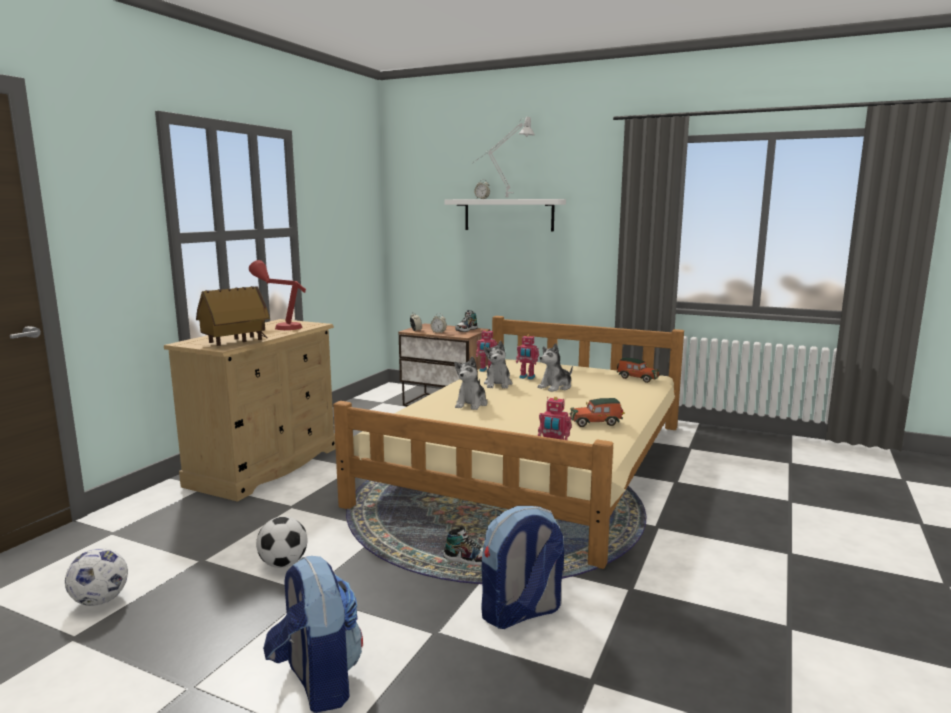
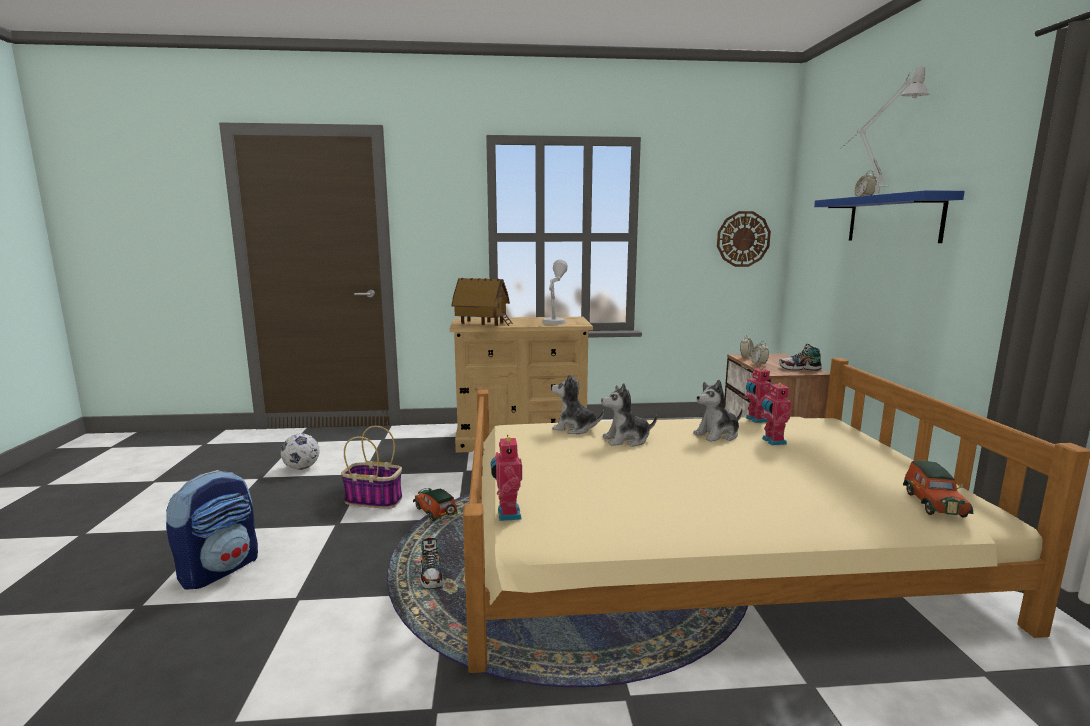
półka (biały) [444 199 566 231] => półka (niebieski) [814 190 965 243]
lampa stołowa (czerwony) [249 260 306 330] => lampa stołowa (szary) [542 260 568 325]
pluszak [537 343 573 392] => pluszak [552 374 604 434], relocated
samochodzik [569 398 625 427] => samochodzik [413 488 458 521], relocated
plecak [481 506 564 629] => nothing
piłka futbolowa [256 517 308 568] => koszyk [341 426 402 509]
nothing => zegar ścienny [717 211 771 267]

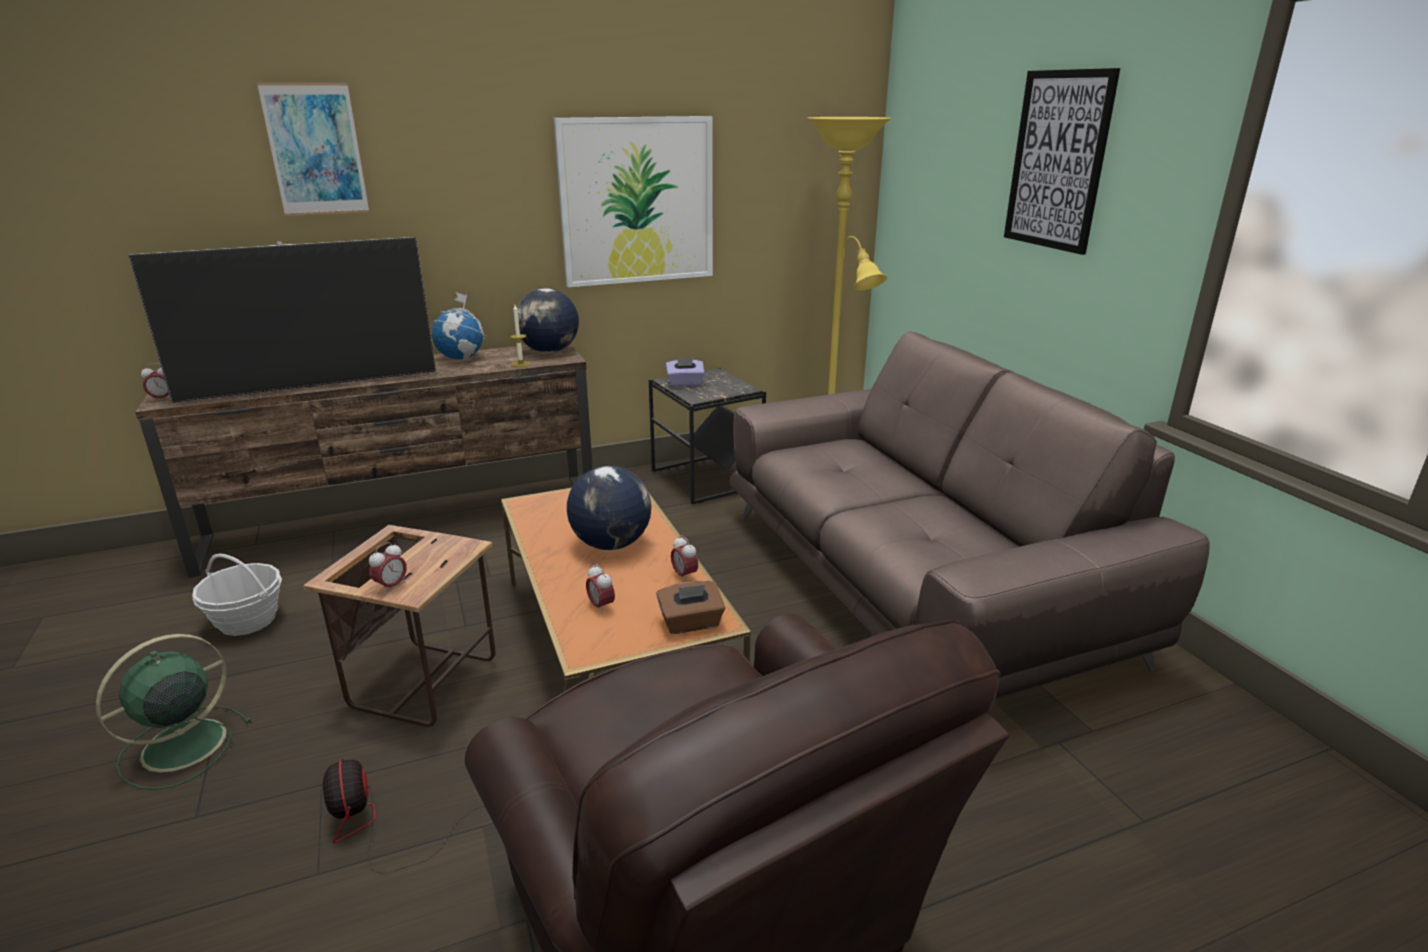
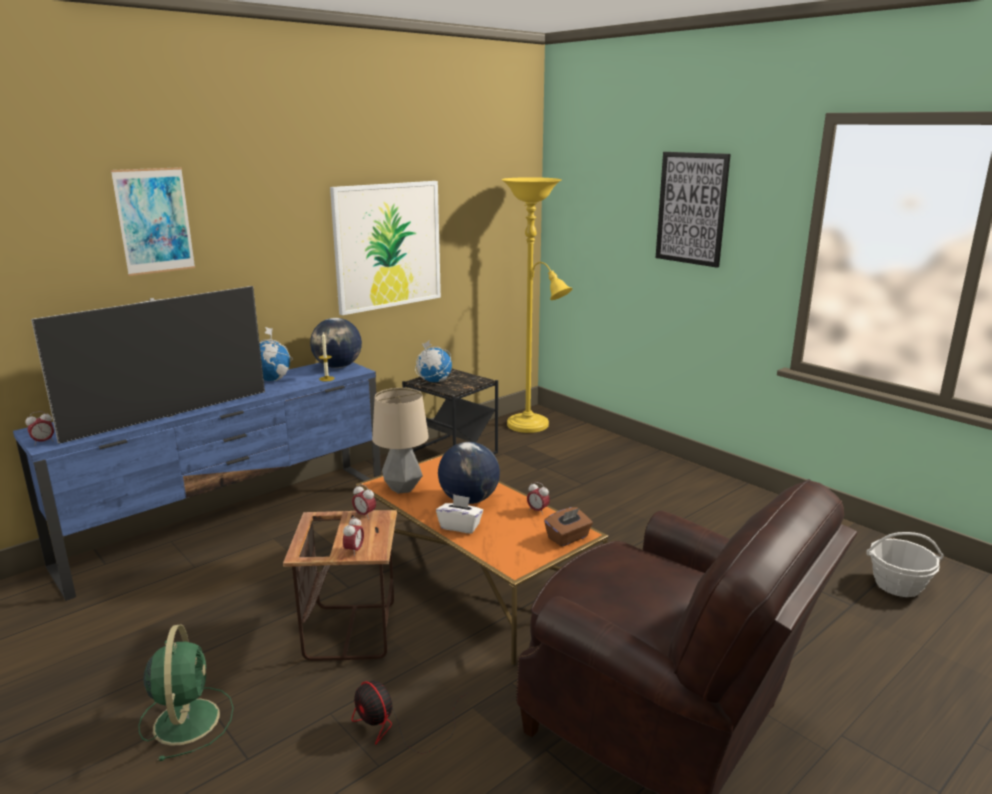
kanapa (brązowy) [729 331 1210 699] => nothing
szafka pod telewizor (brązowy) [135 344 593 578] => szafka pod telewizor (niebieski) [13 362 381 601]
pudełko chusteczek (fioletowy) [666 357 705 387] => globus [415 340 452 382]
koszyk [192 554 282 636] => koszyk [866 532 944 597], relocated
budzik [586 564 615 614] => budzik [352 484 376 519], relocated
wentylator (zielony) [96 634 252 790] => wentylator (zielony) [138 624 234 761], 150 degrees clockwise
nothing => lampa stołowa [372 388 429 494]
nothing => pudełko chusteczek (biały) [436 494 483 534]

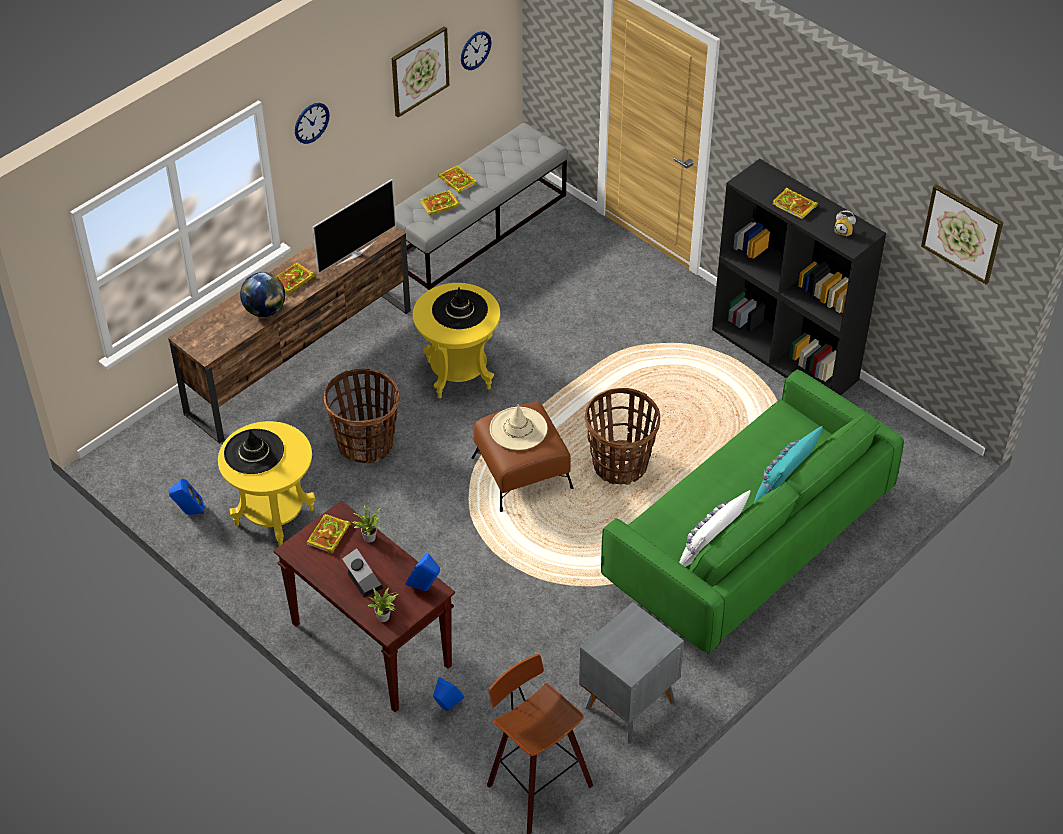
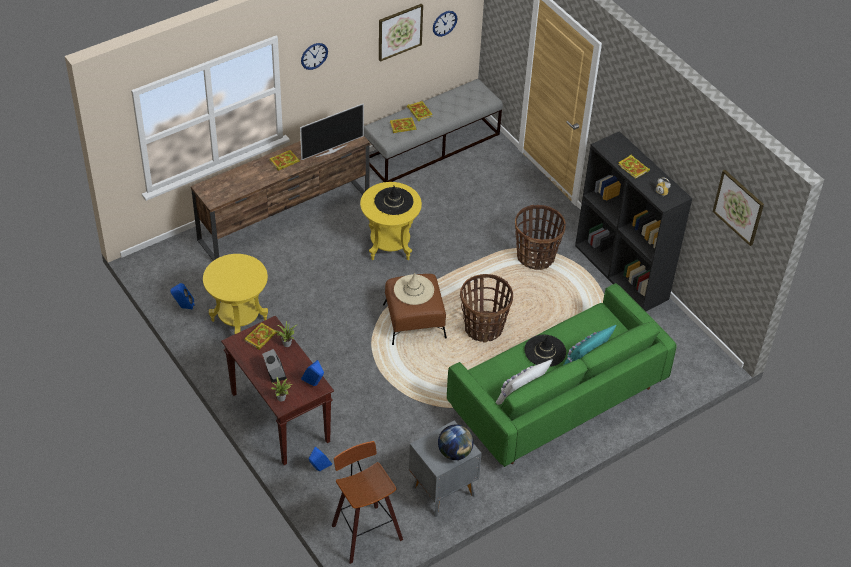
globus [240 272 285 317] => globus [438 424 473 460], relocated
koszyk [324 369 399 464] => koszyk [515 205 566 270], relocated
kapelusz (czarny) [224 429 284 474] => kapelusz (czarny) [525 334 566 367], relocated

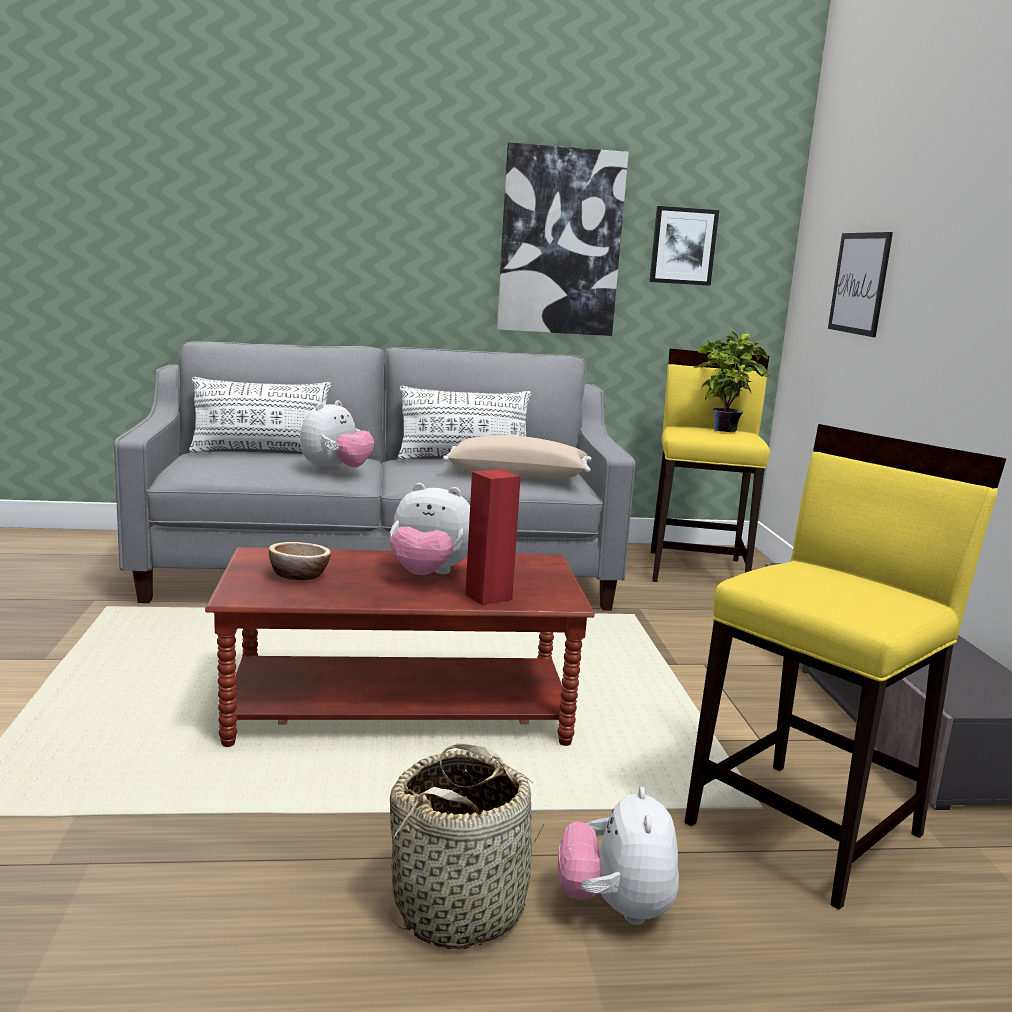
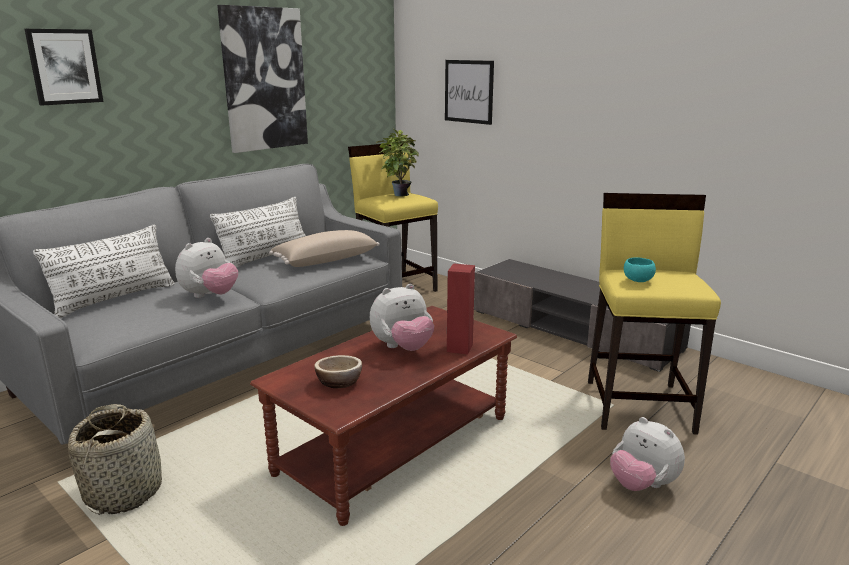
obraz [649 206 719 286] => obraz [25 29 104 106], relocated
pluszak [300 400 374 472] => pluszak [175 238 238 298], 45 degrees clockwise
koszyk [385 743 546 950] => koszyk [68 404 162 515], relocated
nothing => miska (turkusowy) [624 257 656 282]

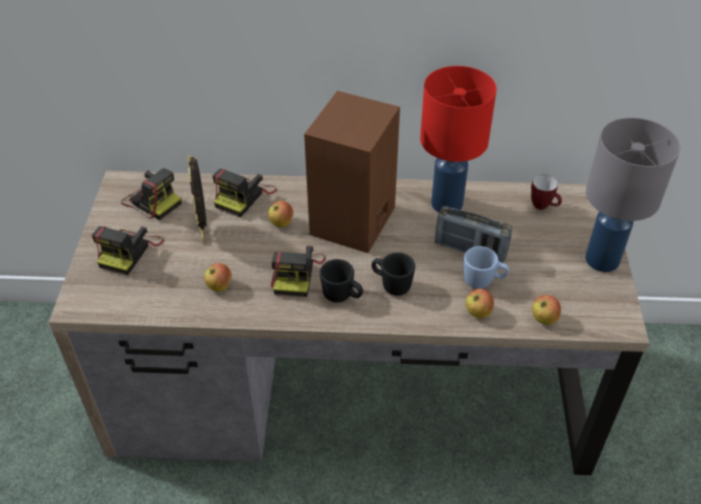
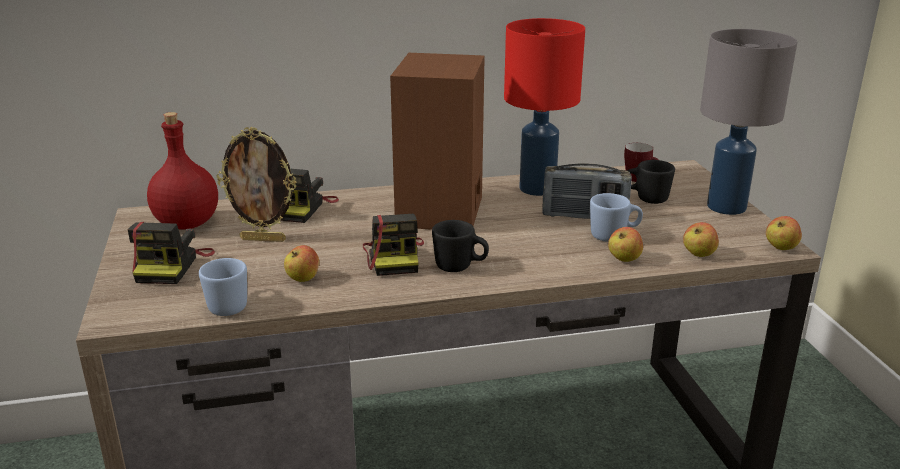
ramka na zdjęcie [187 155 207 244] => ramka na zdjęcie [217 127 296 242], 60 degrees counterclockwise
aparat fotograficzny [121 168 181 220] => butelka (czerwony) [147 112 218 230]
jabłko [268 201 294 227] => jabłko [766 216 802 250], relocated
kubek (czarny) [372 252 415 296] => kubek (czarny) [627 160 675 204], relocated
nothing => kubek (niebieski) [199 258 247 316]

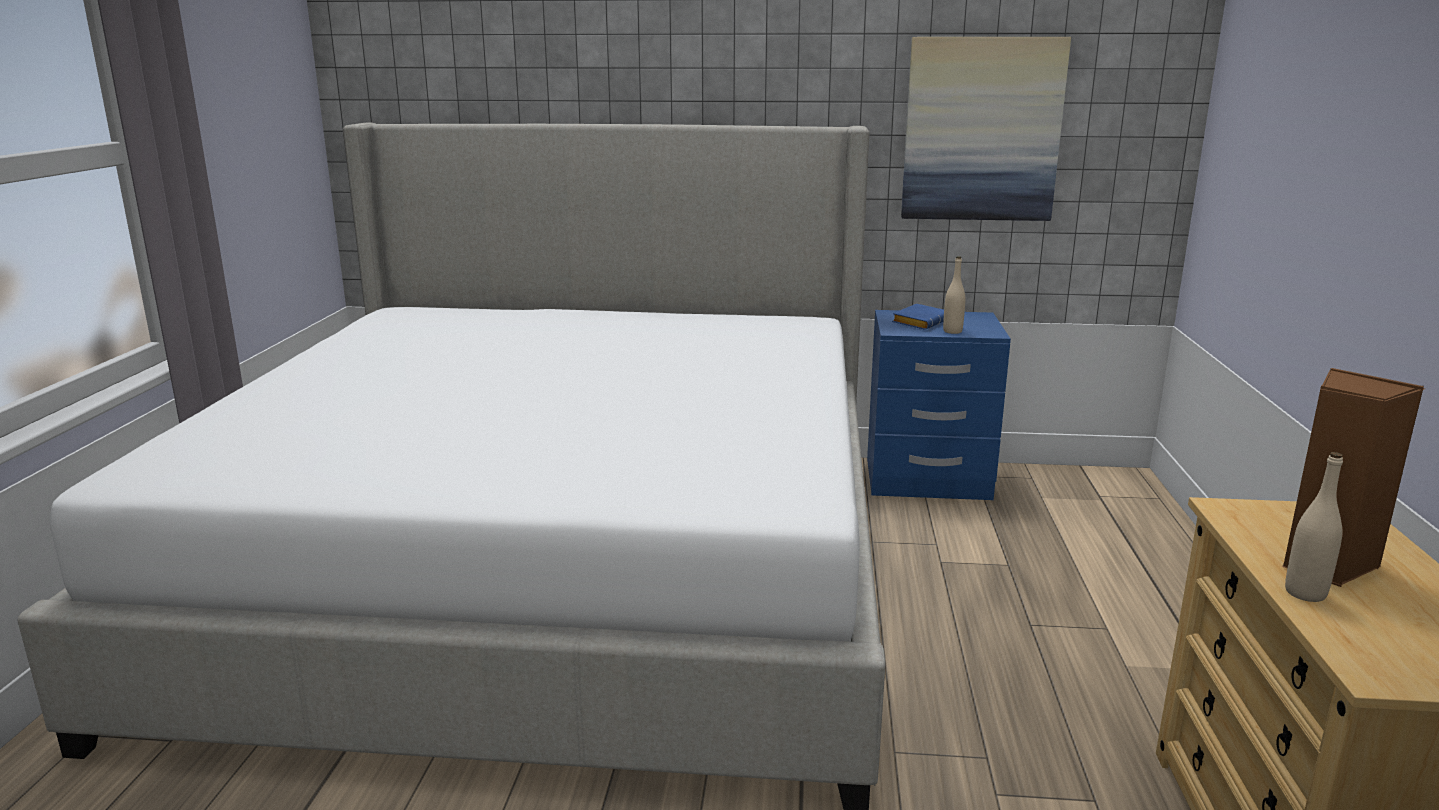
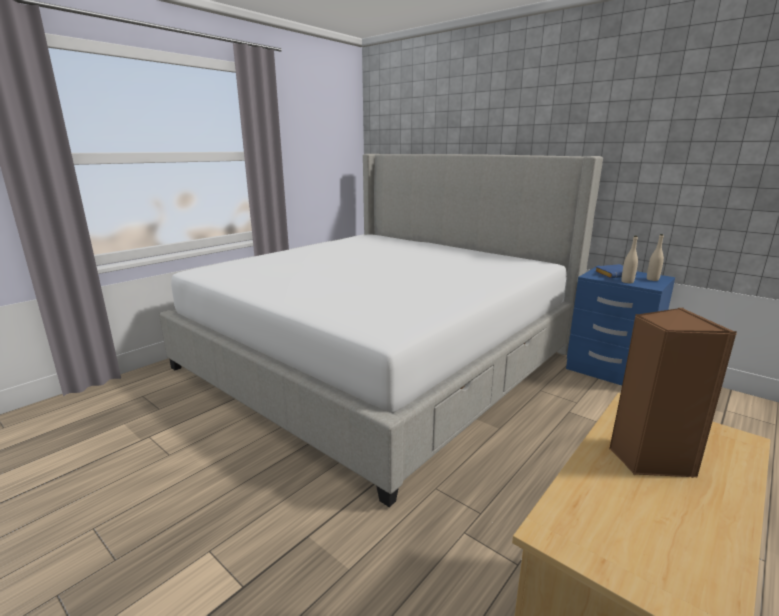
obraz [901 37 1071 221] => nothing
butelka (beżowy) [1285 452 1343 602] => butelka (beżowy) [647 234 664 281], relocated

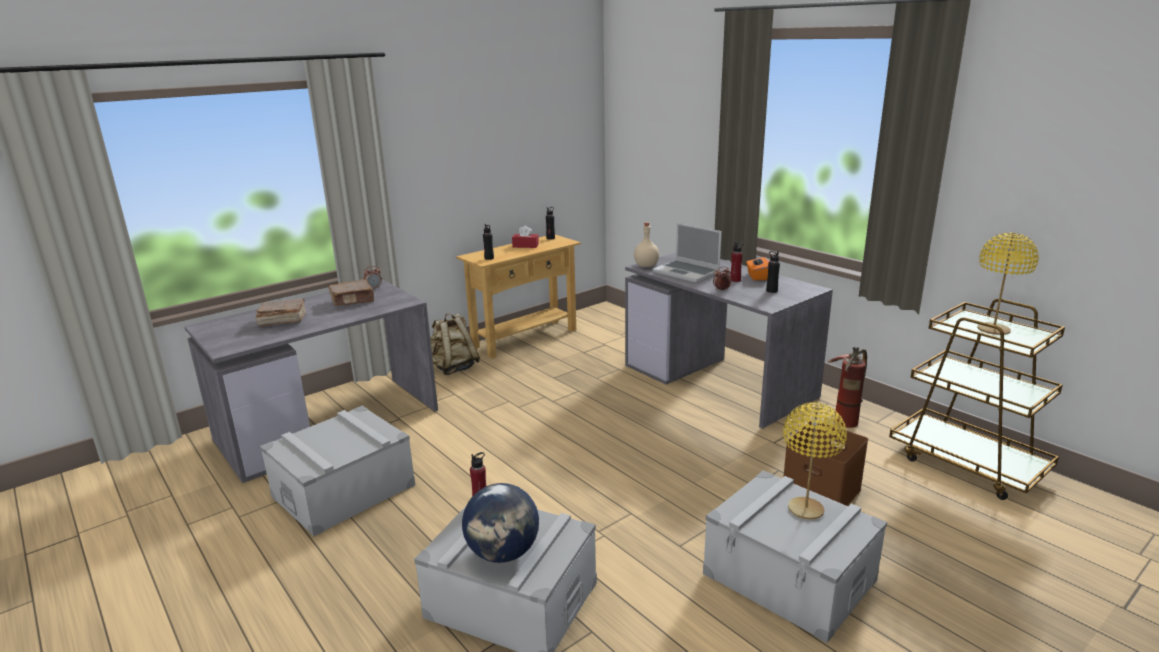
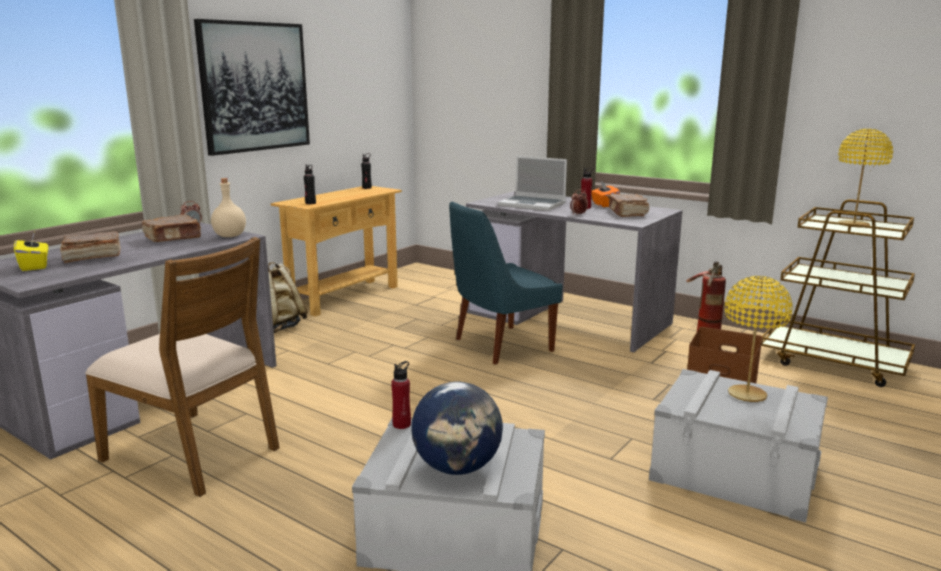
butelka (beżowy) [634 222 659 267] => butelka (beżowy) [211 178 246 237], relocated
pudełko chusteczek (czerwony) [512 225 539 248] => nothing
butelka (czarny) [766 251 780 293] => książka (brązowy) [608 194 650 217]
pojemnik do przechowywania (szary) [260 406 415 536] => krzesło (brązowy) [85 237 280 497]
nothing => obraz [194 19 310 156]
nothing => krzesło (niebieski) [449 201 562 365]
nothing => pudełko chusteczek (żółty) [14 232 48 271]

